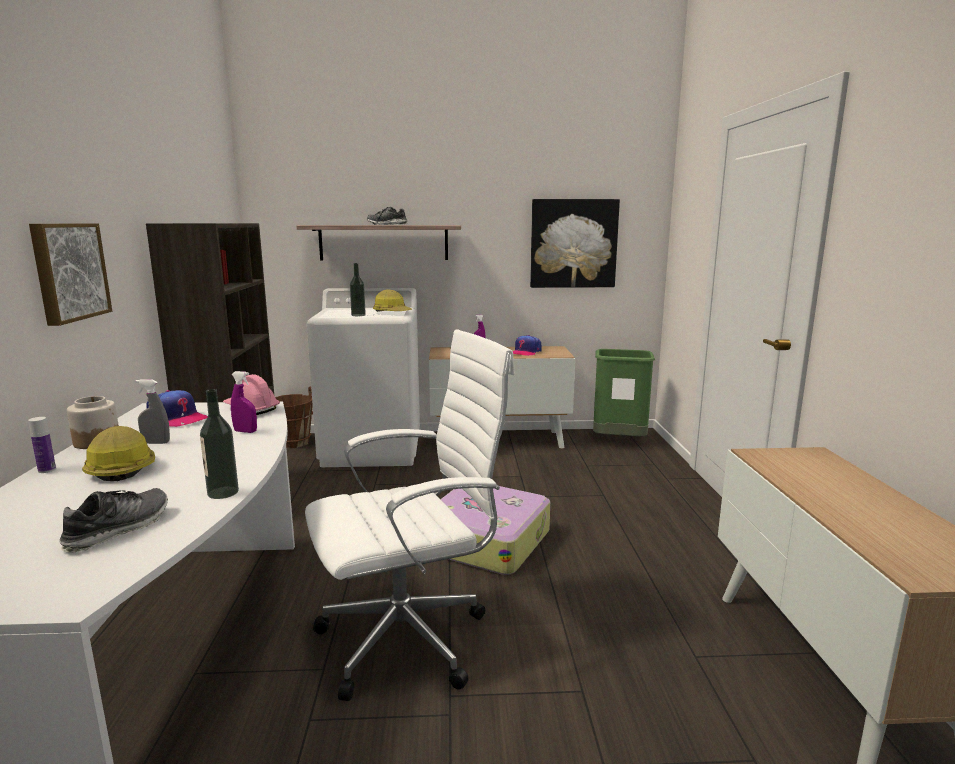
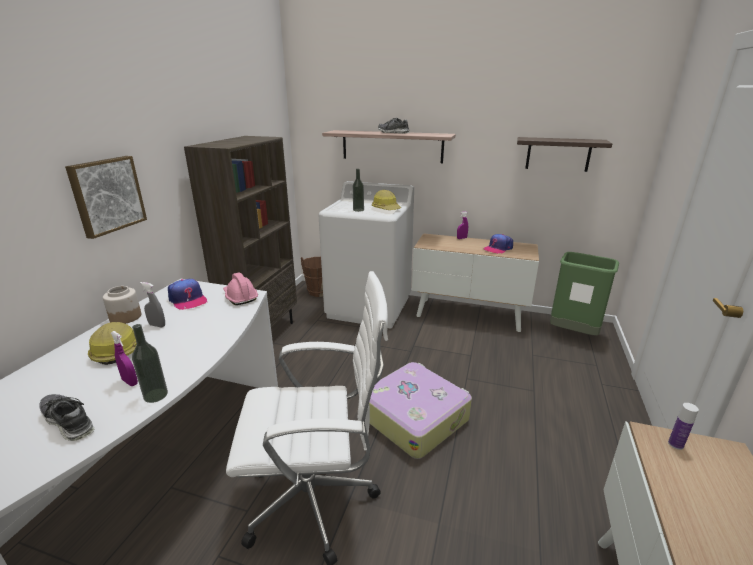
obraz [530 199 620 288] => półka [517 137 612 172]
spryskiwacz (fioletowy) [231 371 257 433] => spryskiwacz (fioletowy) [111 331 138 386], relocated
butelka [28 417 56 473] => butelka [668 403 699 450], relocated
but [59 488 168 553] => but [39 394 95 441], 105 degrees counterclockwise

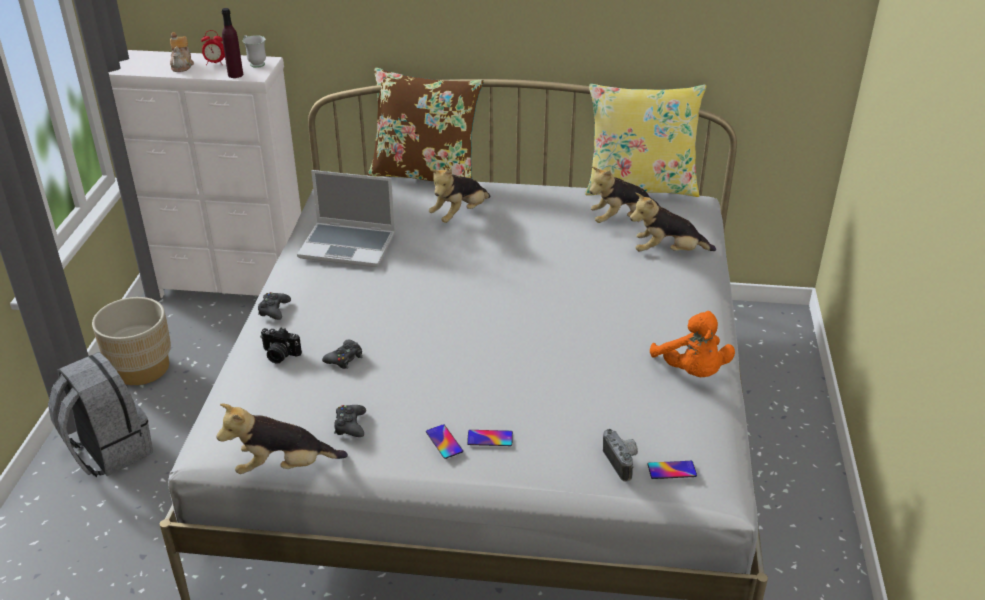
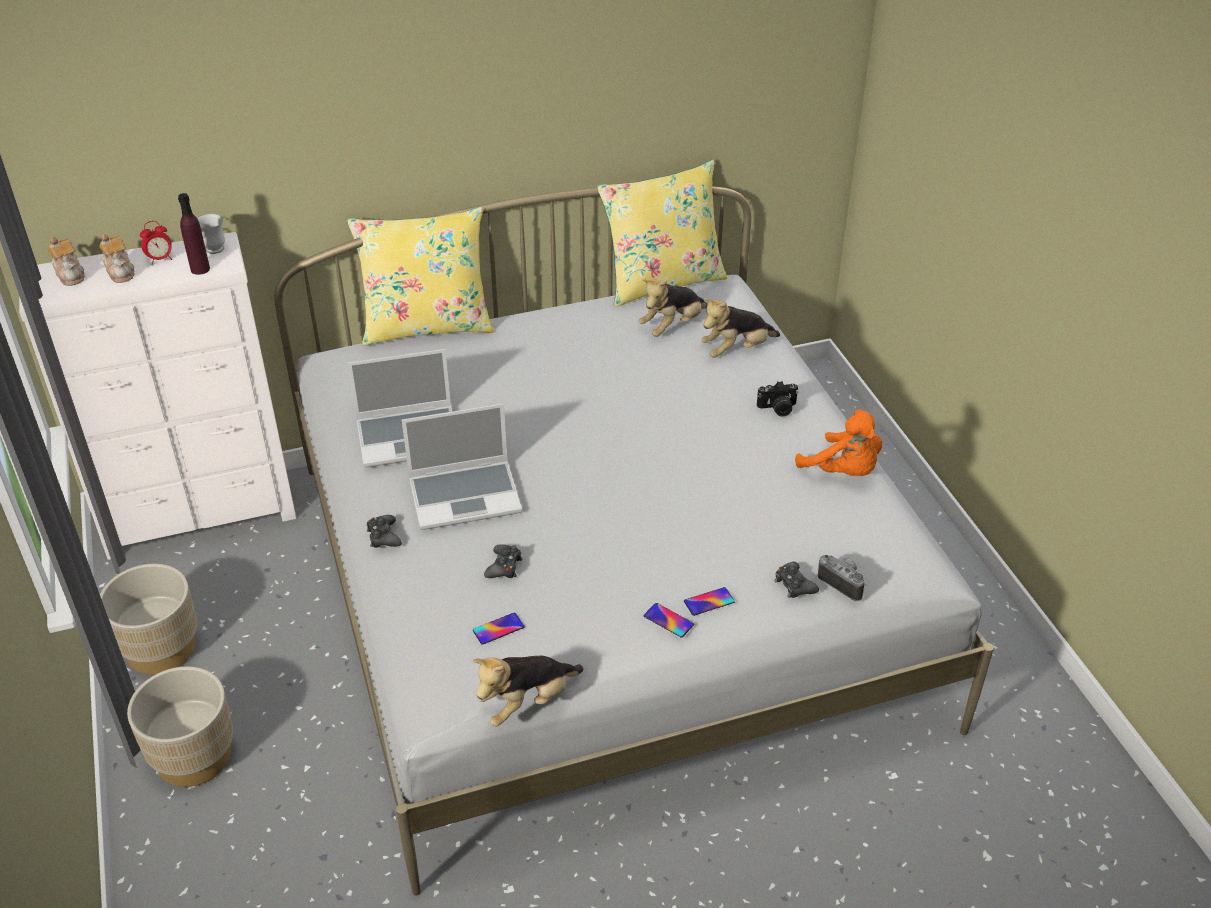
poduszka (brązowy) [367 68 484 181] => poduszka (żółty) [347 207 494 345]
pluszak [429 168 490 223] => nothing
aparat fotograficzny [260 328 302 364] => aparat fotograficzny [757 381 798 417], relocated
plecak (szary) [48 352 153 477] => donica (beżowy) [127 666 233 787]
pad do gier (czarny) [334 405 366 437] => pad do gier (czarny) [775 562 819 598], relocated
telefon [648 461 697 479] => telefon [473 613 525 645], relocated
nothing => imbryk [48 237 85 286]
nothing => laptop [402 404 522 530]

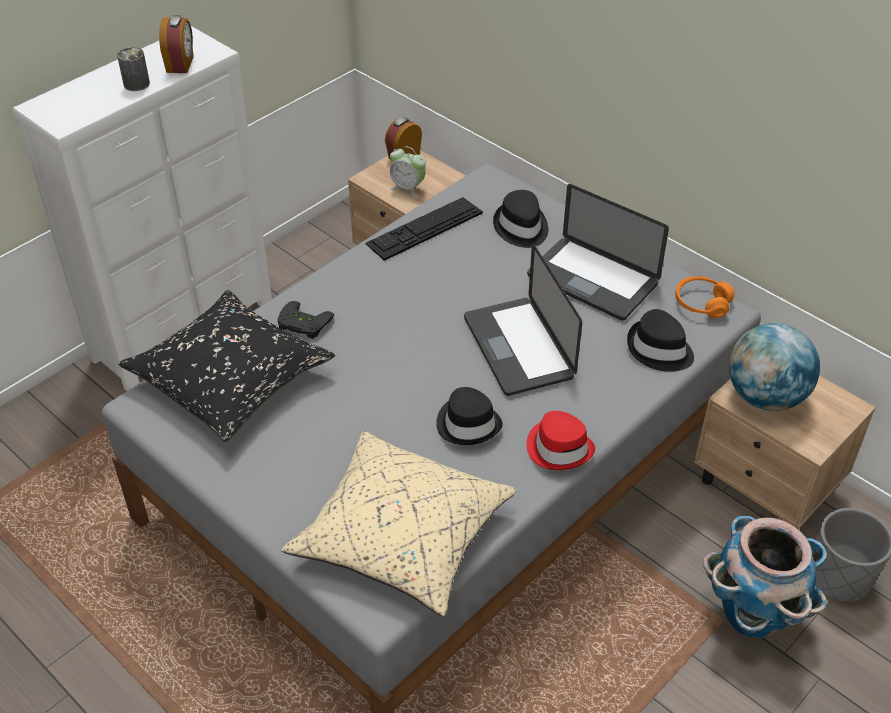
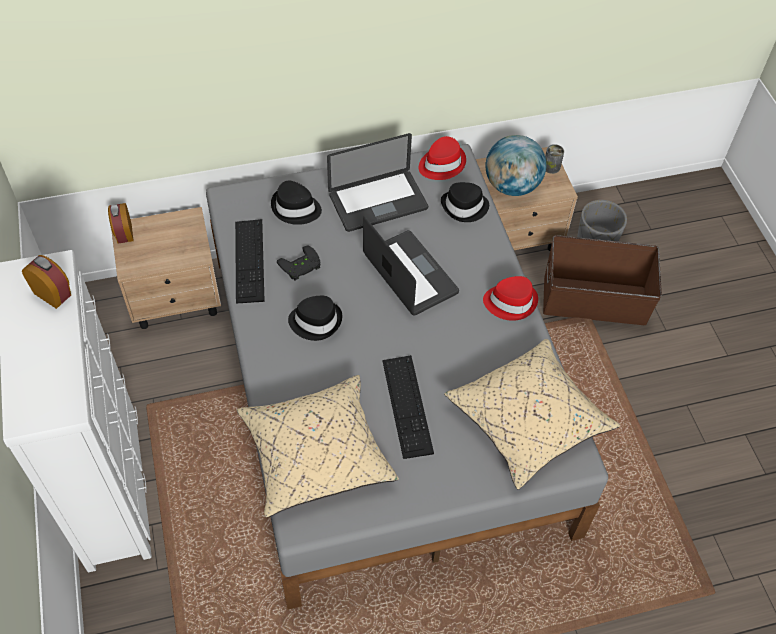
puszka [117 47 150 91] => puszka [545 144 564 174], relocated
budzik [390 146 426 198] => nothing
laptop [464 244 582 396] => laptop [363 216 459 316], 135 degrees counterclockwise
słuchawki (pomarańczowy) [675 276 734 318] => kapelusz (czerwony) [419 136 466 180]
poduszka (czarny) [119 290 335 442] => poduszka (beżowy) [237 375 399 518]
pad do gier (czarny) [277 301 334 339] => pad do gier (czarny) [277 245 321 281], relocated
kapelusz (czarny) [436 387 503 445] => kapelusz (czarny) [288 296 342 341], relocated
donica [703 516 827 639] => pojemnik do przechowywania (brązowy) [543 235 662 325]
nothing => klawiatura [382 355 434 459]

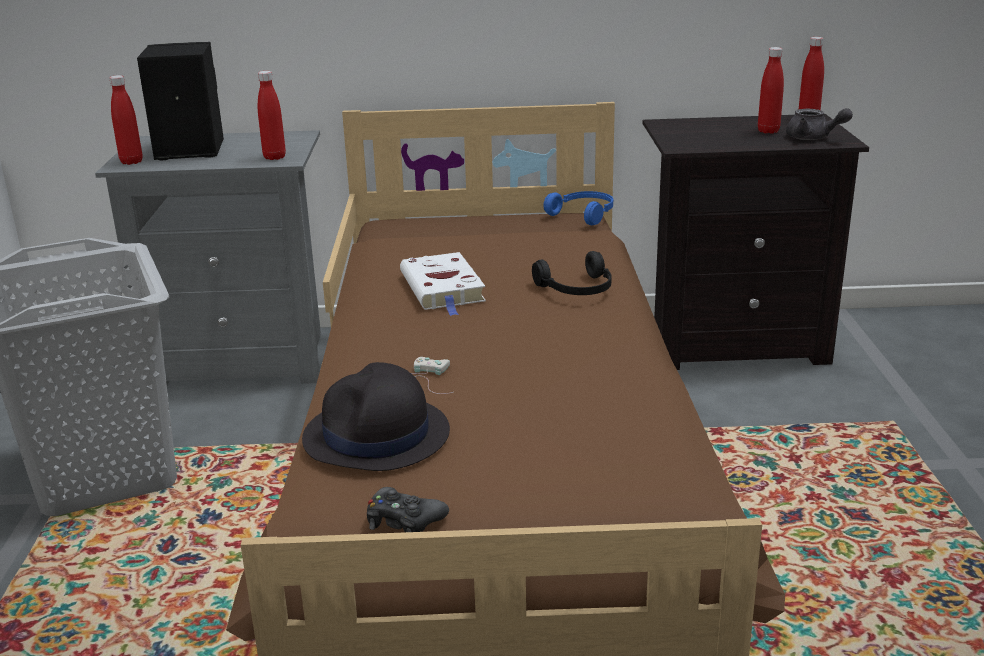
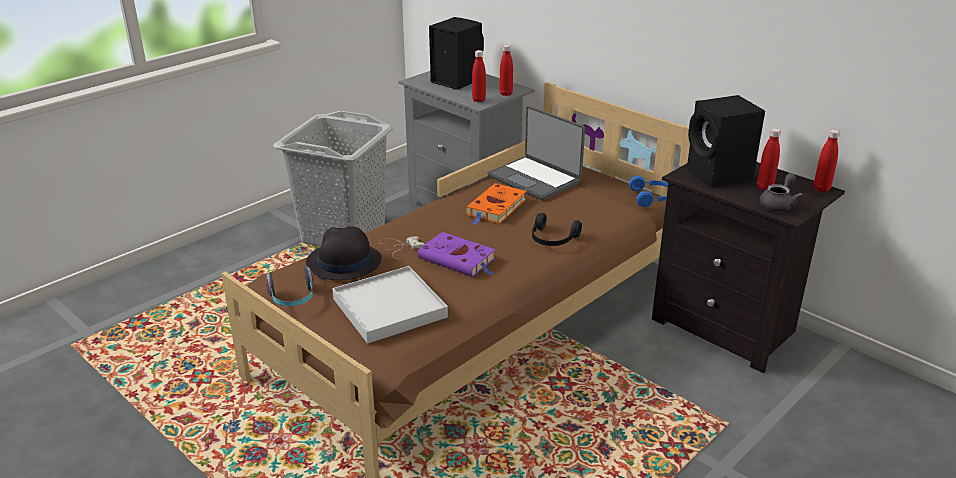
butelka (czerwony) [110 75 143 165] => butelka (czerwony) [499 45 513 96], relocated
imbryk (szary) [786 108 853 140] => imbryk (szary) [759 173 804 212], 135 degrees counterclockwise
książka (biały) [400 252 486 316] => książka (pomarańczowy) [465 183 527 225]
pad do gier (czarny) [367 487 449 532] => słuchawki [265 267 314 306]
nothing => głośnik (czarny) [687 95 765 187]
nothing => laptop [488 106 585 201]
nothing => książka (fioletowy) [418 232 495 277]
nothing => taca (biały) [332 266 448 344]

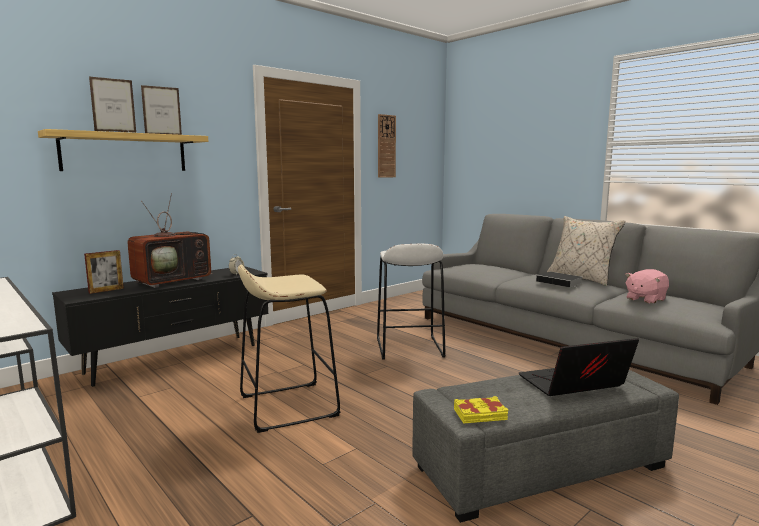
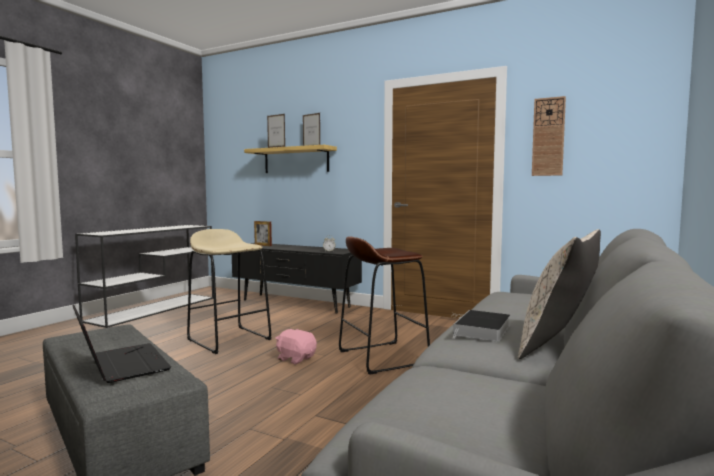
telewizor [127 193 213 288] => nothing
stołek (biały) [377 244 445 360] => stołek (brązowy) [339 236 430 375]
pluszak (różowy) [625 269 669 304] => pluszak (różowy) [276 329 317 364], relocated
książka (żółty) [454 396 508 424] => nothing

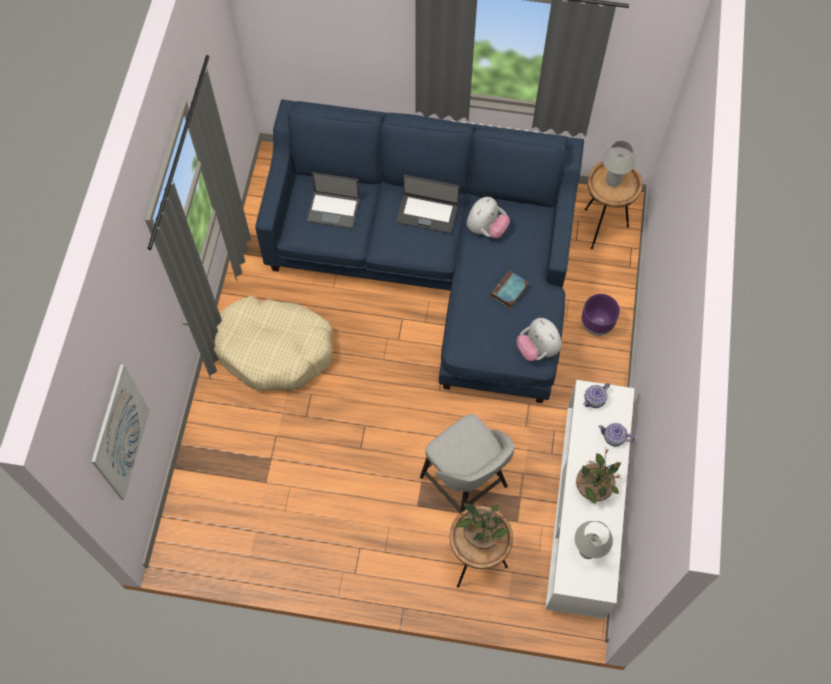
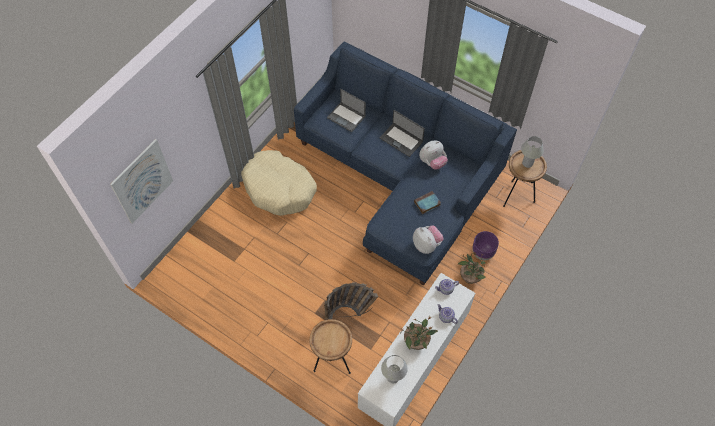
pluszak [516 318 562 361] => pluszak [413 225 444 254], 150 degrees clockwise
stołek (szary) [420 414 515 513] => koszyk [324 283 378 320]
roślina doniczkowa [456 498 508 549] => roślina doniczkowa [458 252 486 284], relocated

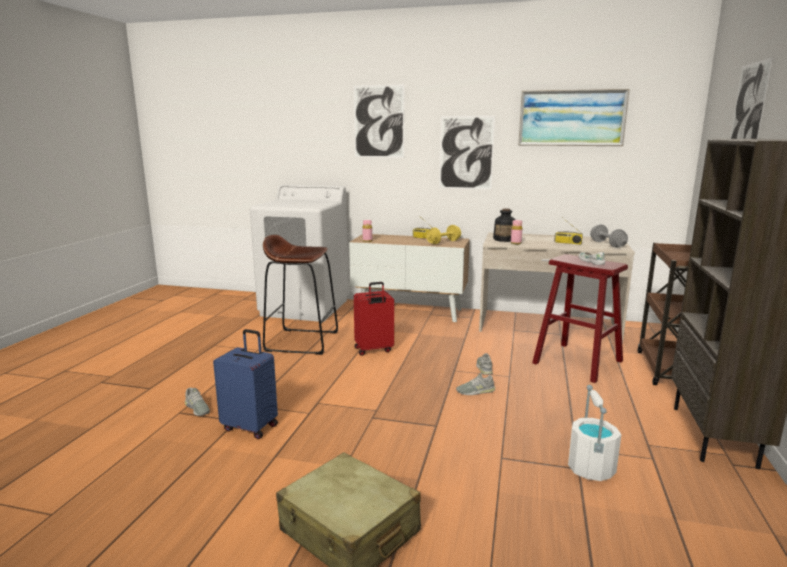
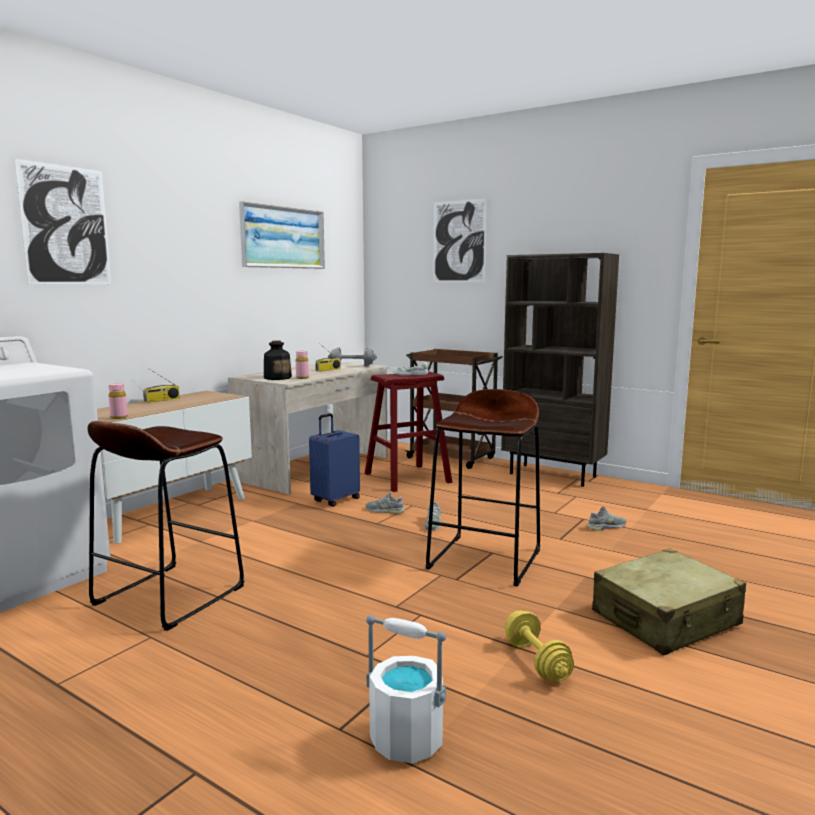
obraz [439 116 495 190] => nothing
hantel (żółty) [426 225 461 244] => hantel (żółty) [505 611 574 682], relocated
walizka (czerwony) [354 282 394 356] => nothing
walizka (niebieski) [213 329 278 439] => walizka (niebieski) [309 413 360 507], relocated
wiadro (biały) [568 385 621 481] => wiadro (biały) [366 615 446 764], relocated
but (szary) [185 388 210 416] => but (szary) [587 506 626 531], relocated
nothing => stołek (brązowy) [426 389 540 586]

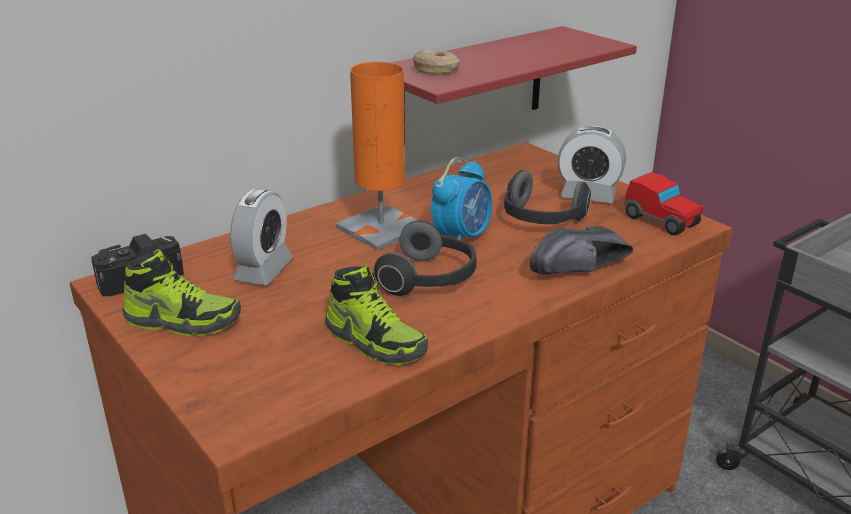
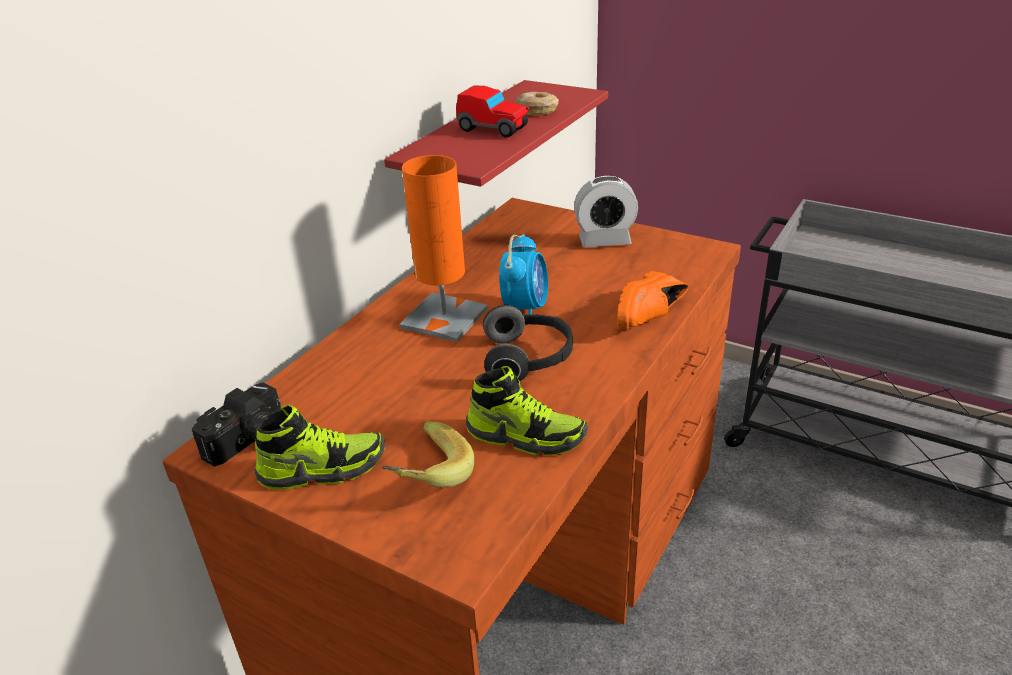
donut [413 50 460 75] => donut [515 92 559 115], relocated
słuchawki [504 170 591 224] => nothing
samochodzik [624 172 705 235] => samochodzik [456 85 530 138], relocated
budzik [230 189 293 285] => nothing
but (czarny) [530 226 633 274] => but (pomarańczowy) [618 271 688 329]
nothing => banan [382 422 474 487]

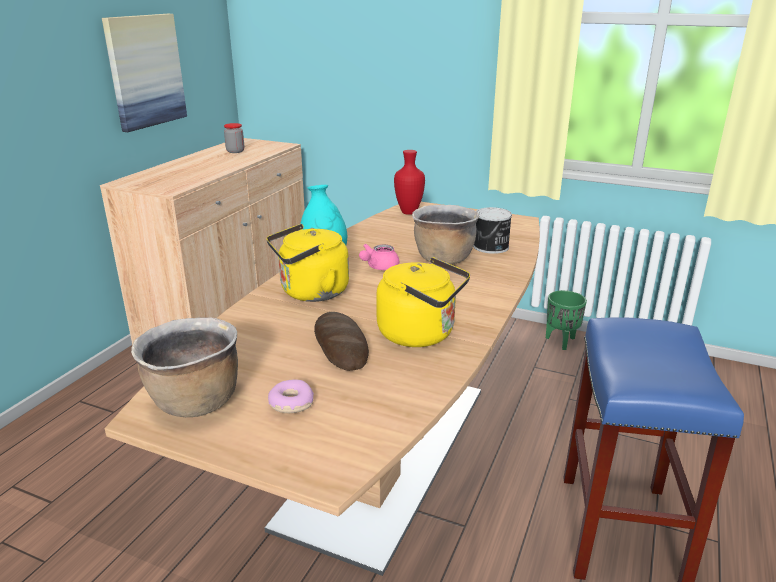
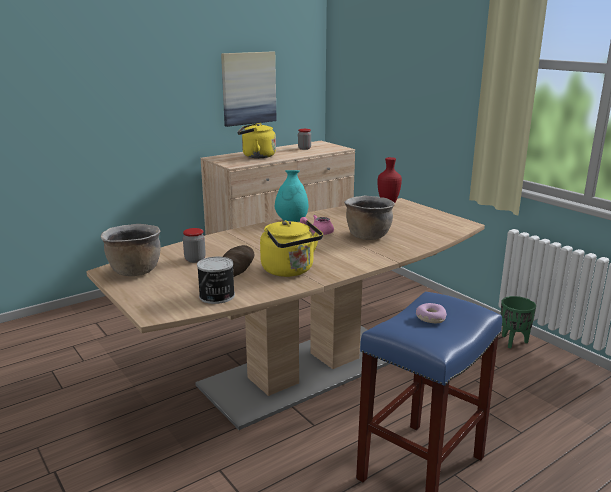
puszka [474 207 512 254] => puszka [197 257 235 304], relocated
czajnik (żółty) [267 224 349 302] => czajnik (żółty) [238 123 276 158], relocated
donut [268 379 314 413] => donut [416 303 447 323], relocated
nothing => słoik [183 228 206 263]

